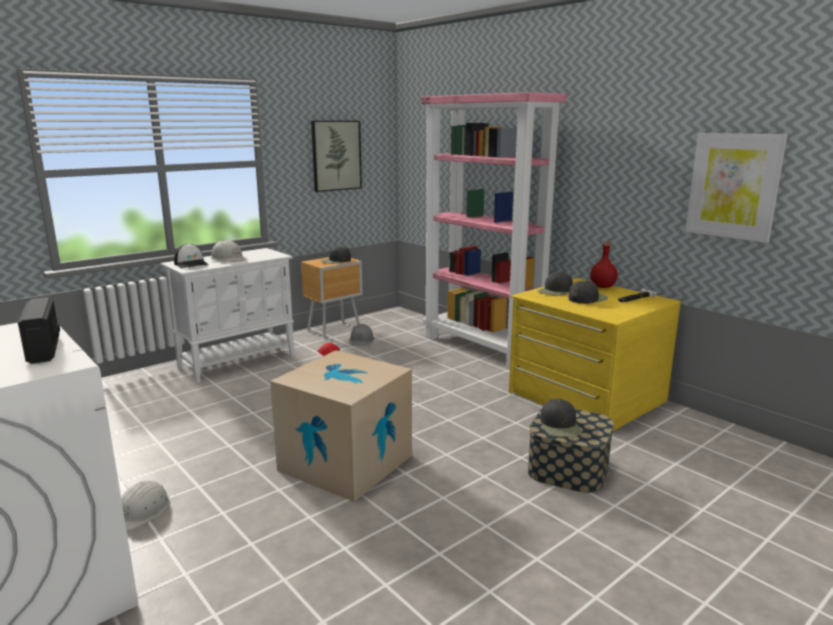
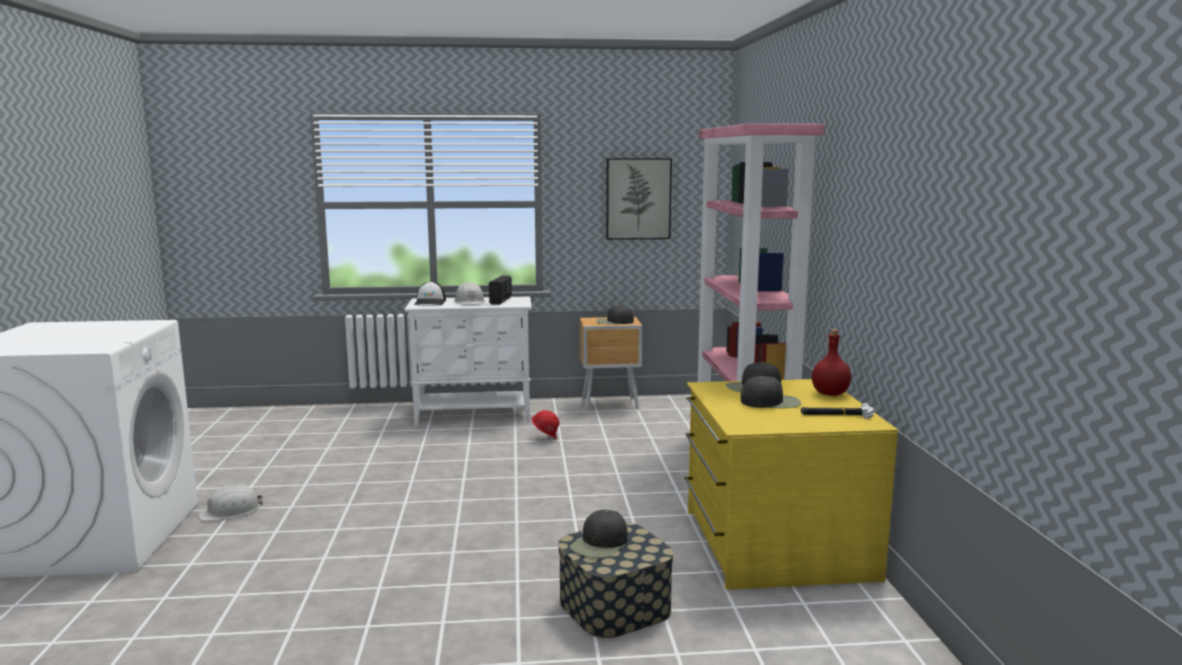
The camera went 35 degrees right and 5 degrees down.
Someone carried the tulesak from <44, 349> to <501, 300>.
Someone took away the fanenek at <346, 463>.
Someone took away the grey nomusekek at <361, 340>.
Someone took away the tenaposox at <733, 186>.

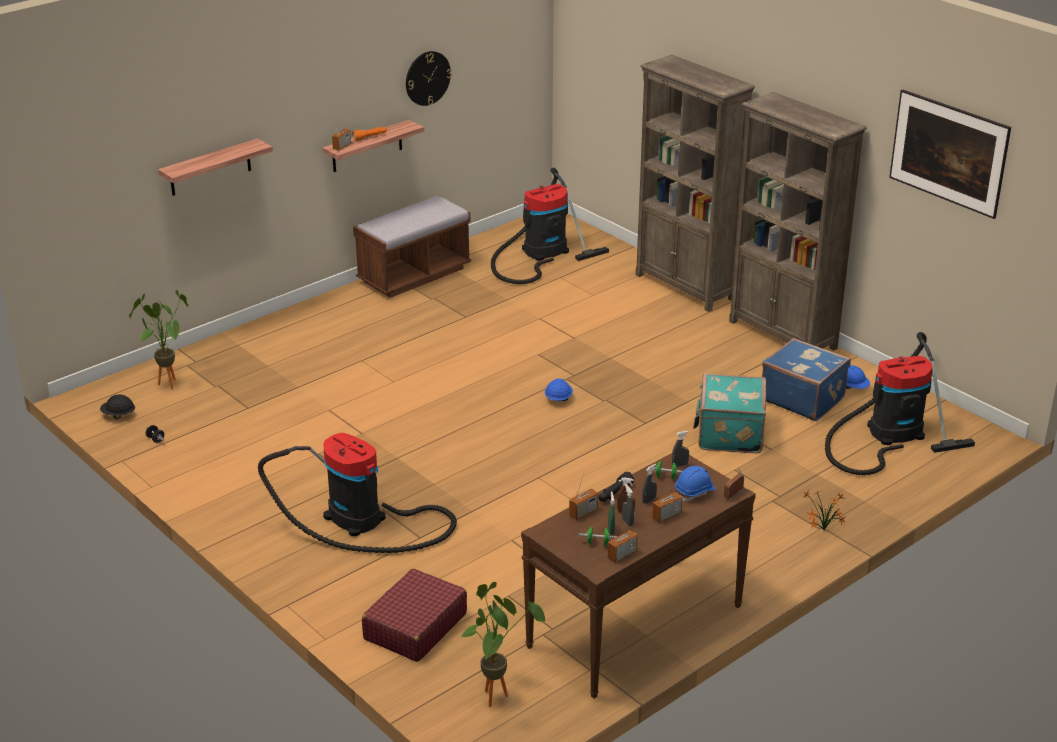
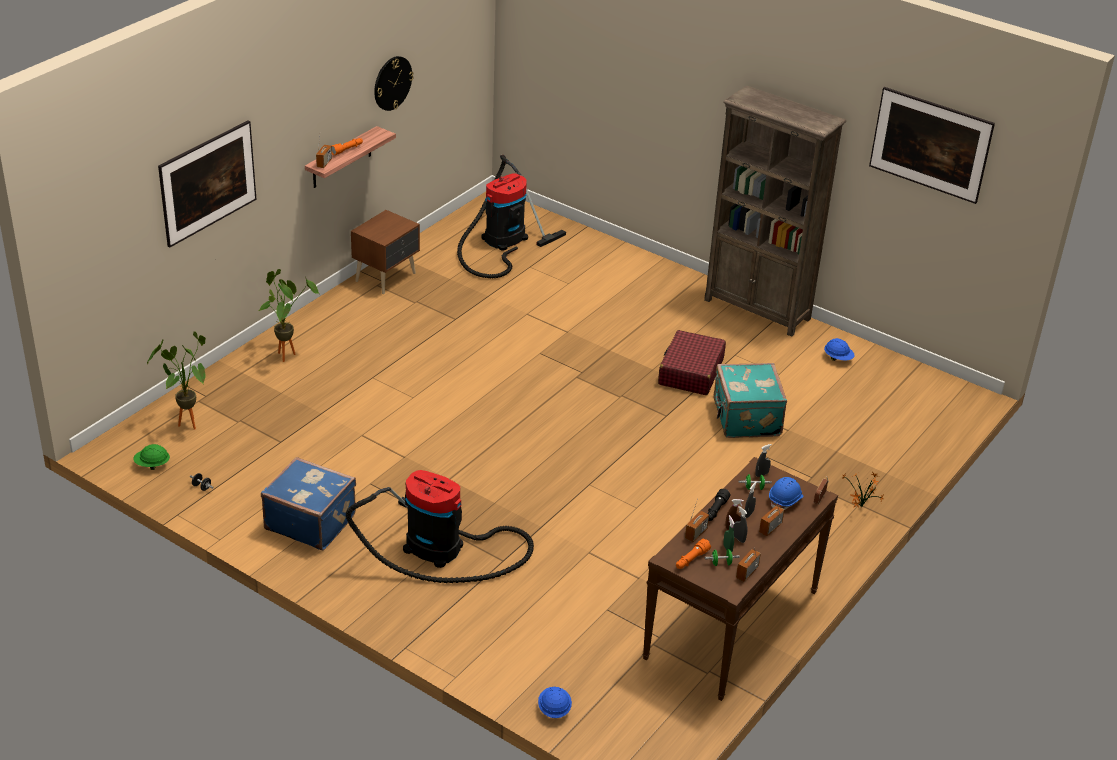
The camera went 15 degrees left and 5 degrees up.
Someone repainted the black nomusekek at <118, 415>, which became the green nomusekek at <152, 465>.
Someone swapped the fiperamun at <210, 168> for the tenaposox at <210, 202>.
Someone carried the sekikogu from <498, 694> to <288, 353>.
Someone carried the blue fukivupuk from <802, 398> to <311, 521>.
Someone swapped the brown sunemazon at <414, 275> for the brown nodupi at <387, 277>.
Someone carried the blue nomusekek from <558, 399> to <554, 709>.
Someone carried the red fukivupuk from <415, 626> to <690, 372>.
Someone put down the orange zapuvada at <691, 560>.
Someone took away the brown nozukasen at <685, 287>.
Someone took away the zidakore at <890, 434>.

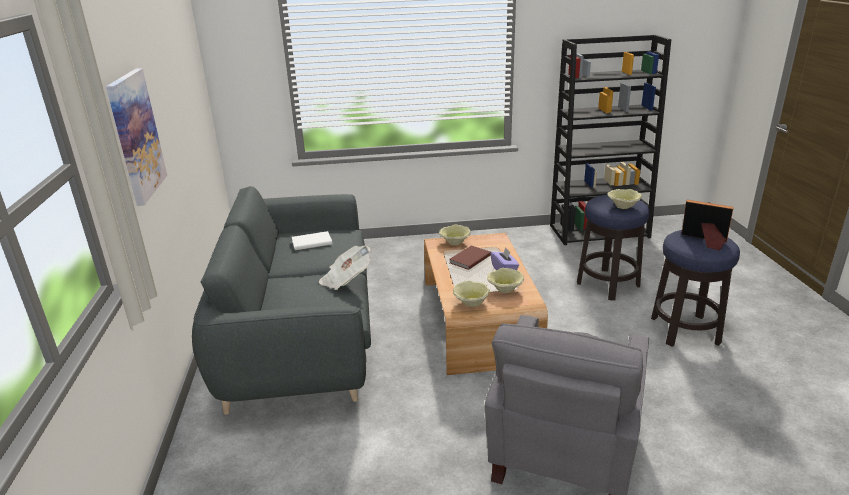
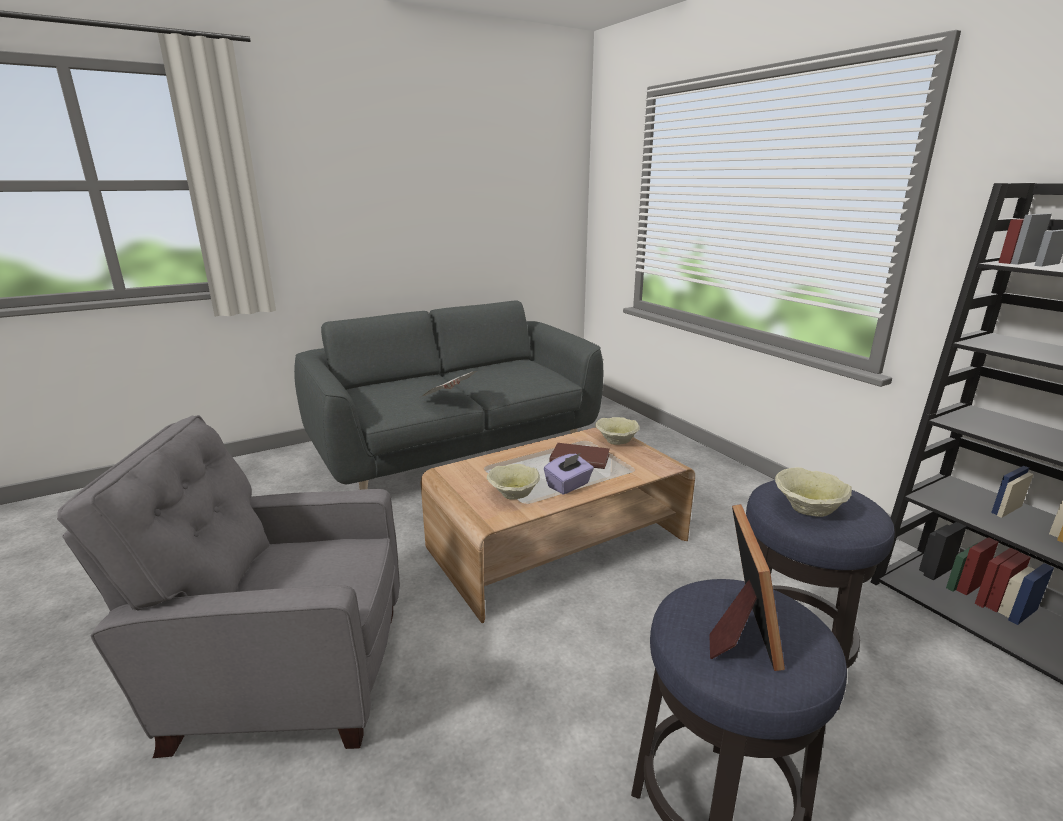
The camera went 65 degrees right and 5 degrees down.
Someone took away the tenaposox at <136, 135>.
Someone took away the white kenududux at <311, 242>.
Someone took away the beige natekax at <471, 302>.

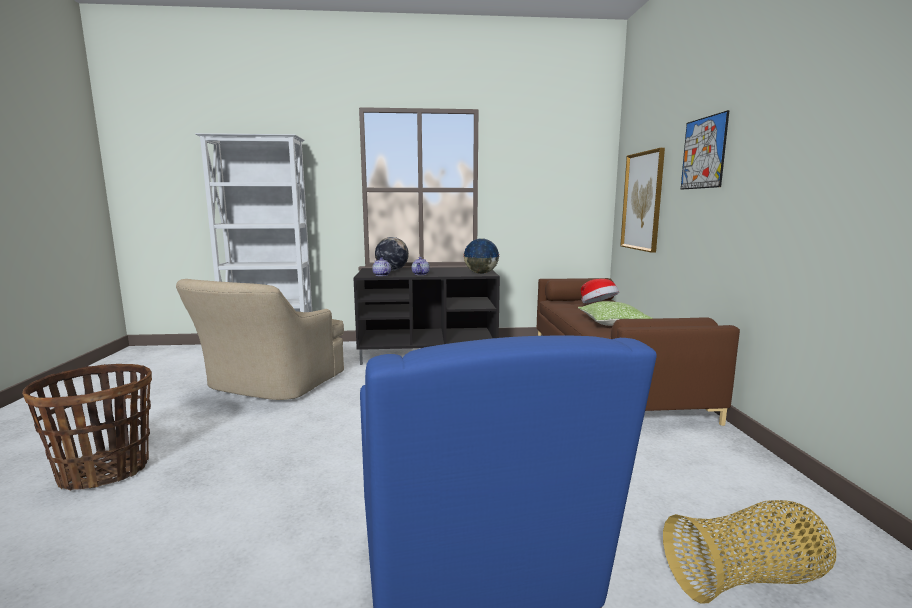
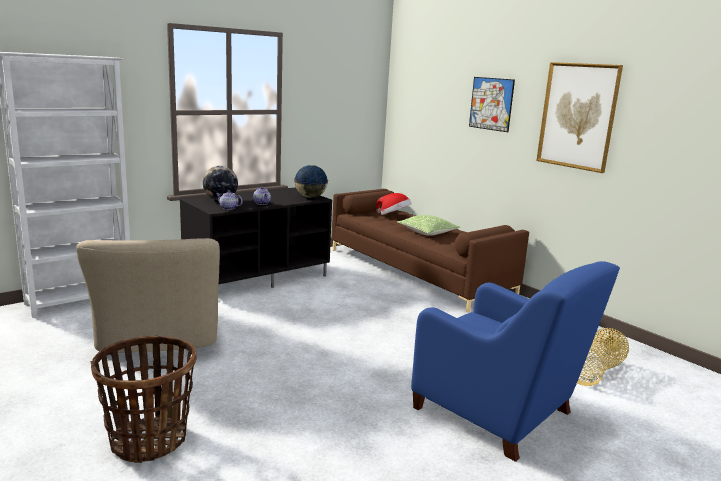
The camera went 35 degrees left and 5 degrees up.
Someone carried the tenaposox from <642, 201> to <578, 116>.

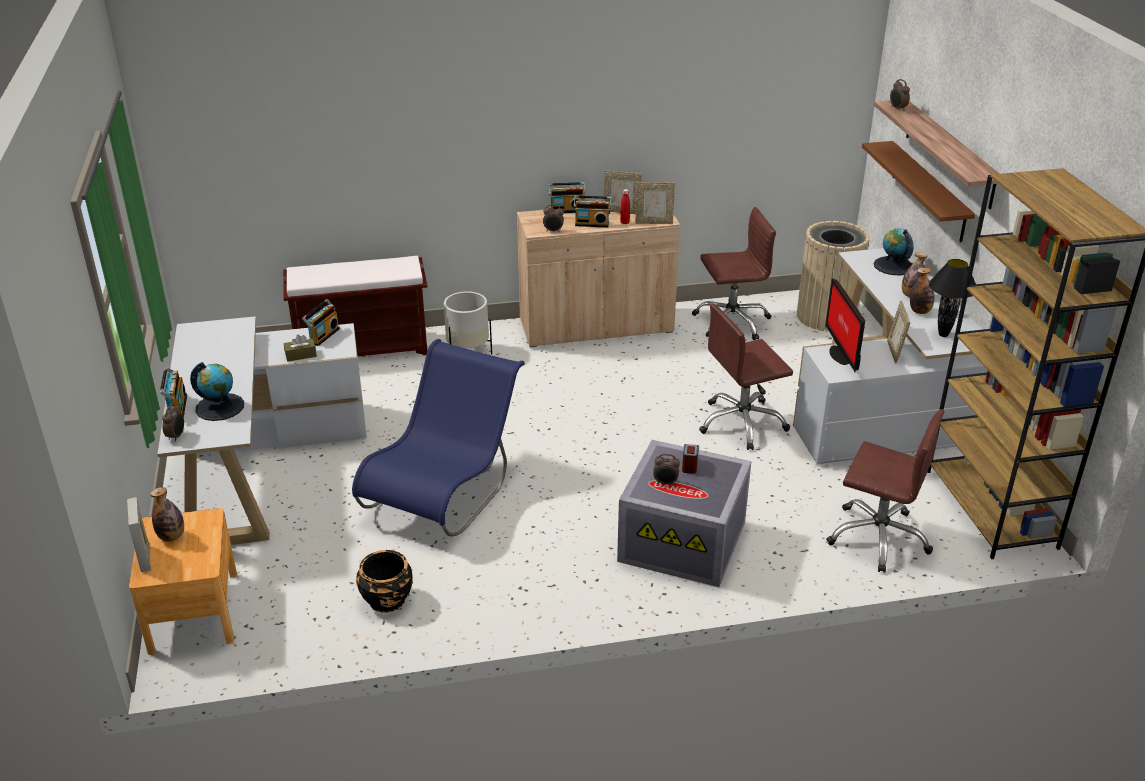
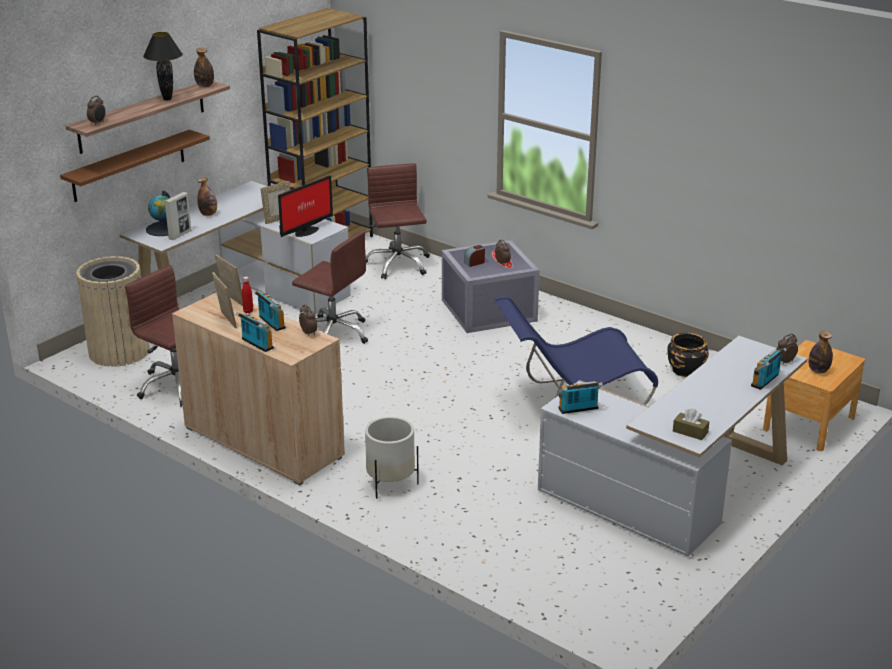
The camera went 130 degrees left and 5 degrees down.
Someone carried the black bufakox from <943, 335> to <167, 99>.
Someone carried the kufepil from <145, 558> to <180, 235>.
Someone carried the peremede from <920, 311> to <205, 86>.
Someone carried the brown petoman from <301, 355> to <690, 432>.
Someone took away the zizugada at <220, 407>.
Someone took away the brown sunemazon at <363, 349>.

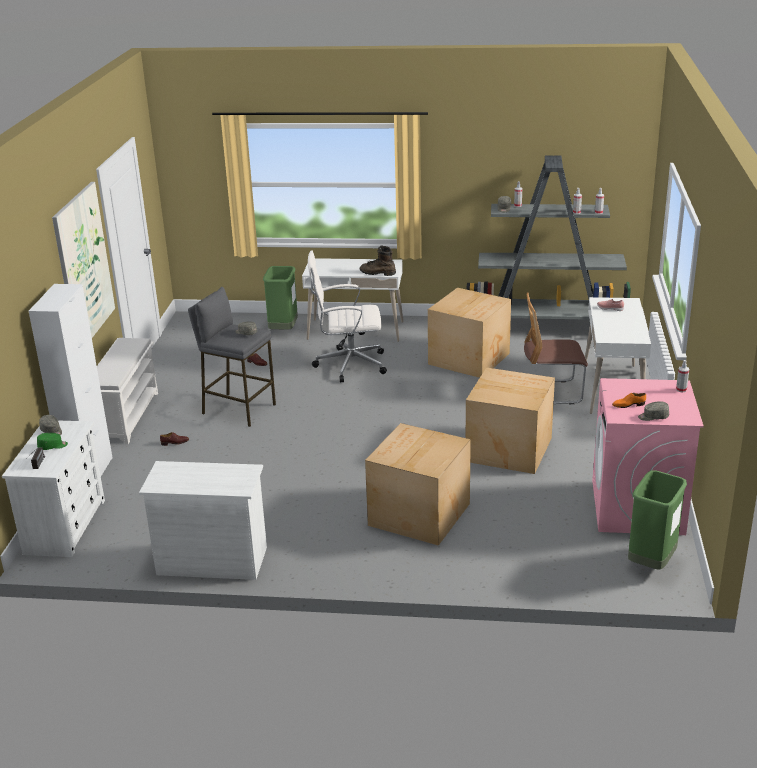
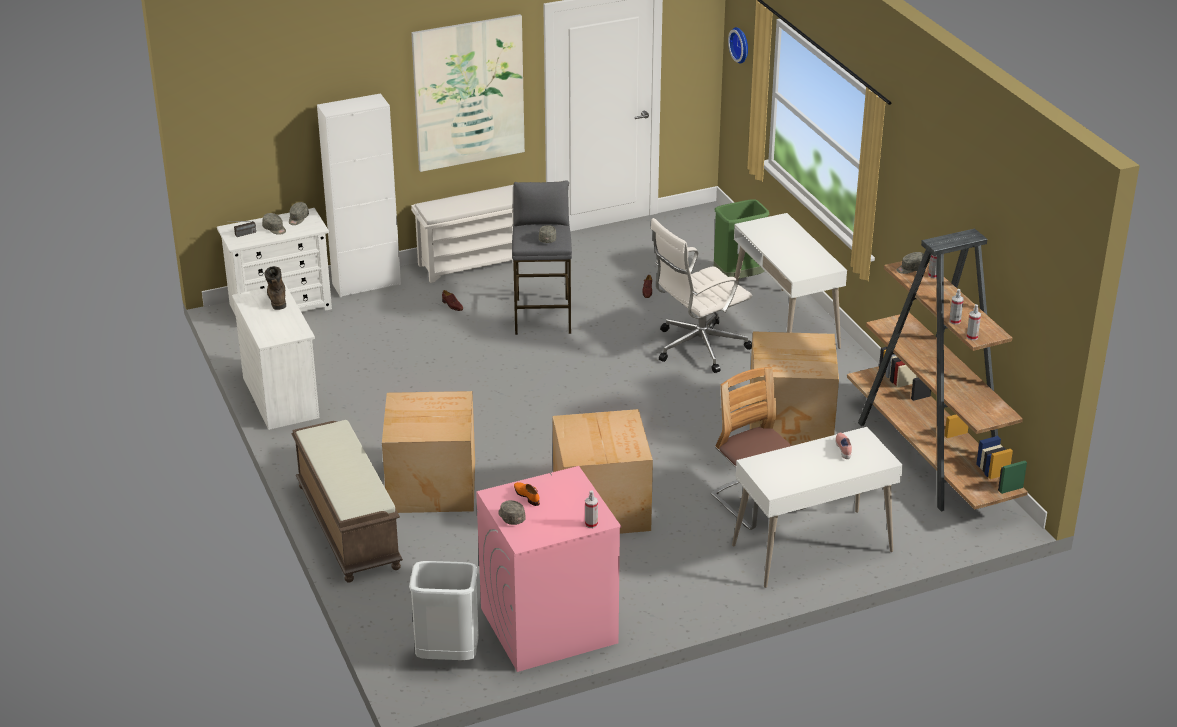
The camera went 60 degrees right and 5 degrees up.
Someone repainted the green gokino at <53, 446>, which became the grey gokino at <274, 229>.
Someone carried the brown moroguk from <377, 273> to <277, 298>.
Someone put down the brown sunemazon at <347, 526>.
Someone repainted the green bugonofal at <651, 563>, which became the white bugonofal at <447, 657>.
Someone rotated the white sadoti at <348, 364> by 90 degrees counterclockwise.
Someone put up the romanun at <741, 44>.
Someone repainted the grey nozukasen at <547, 329>, which became the brown nozukasen at <930, 459>.

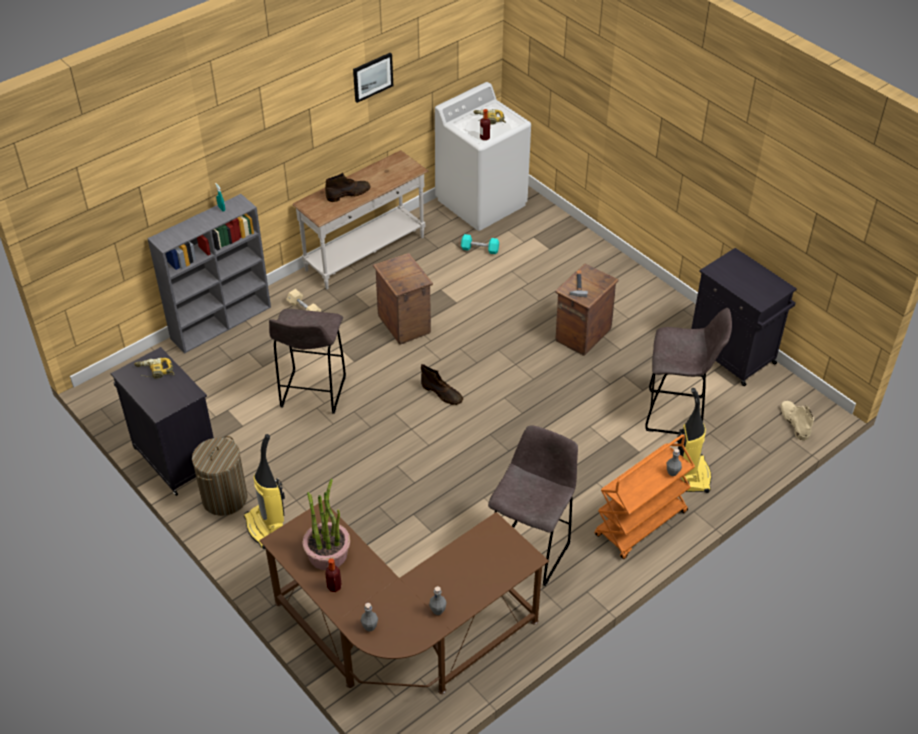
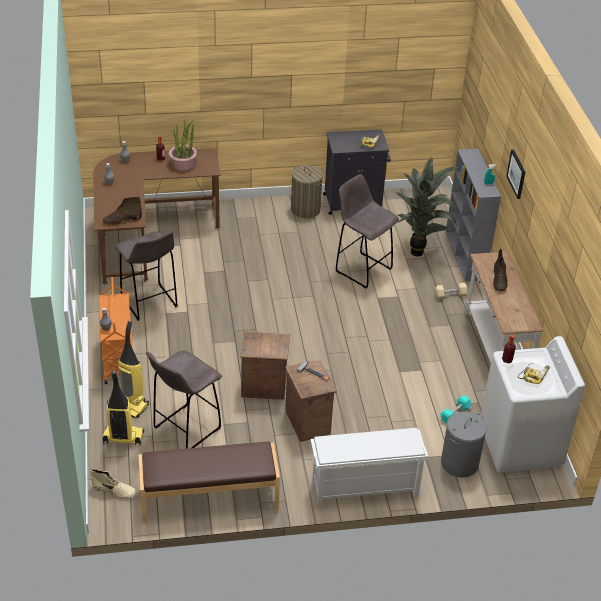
The camera went 120 degrees right and 5 degrees down.
Someone carried the zidakore from <266, 527> to <122, 438>.
Someone carried the brown moroguk from <442, 393> to <122, 220>.
Someone swapped the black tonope at <732, 355> for the brown sunemazon at <209, 498>.
Someone carried the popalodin from <404, 324> to <264, 388>.
Someone put down the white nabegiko at <364, 488>.
Someone put down the sekikogu at <419, 251>.
Someone put down the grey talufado at <459, 463>.
Someone carried the tenaposox from <372, 77> to <517, 174>.

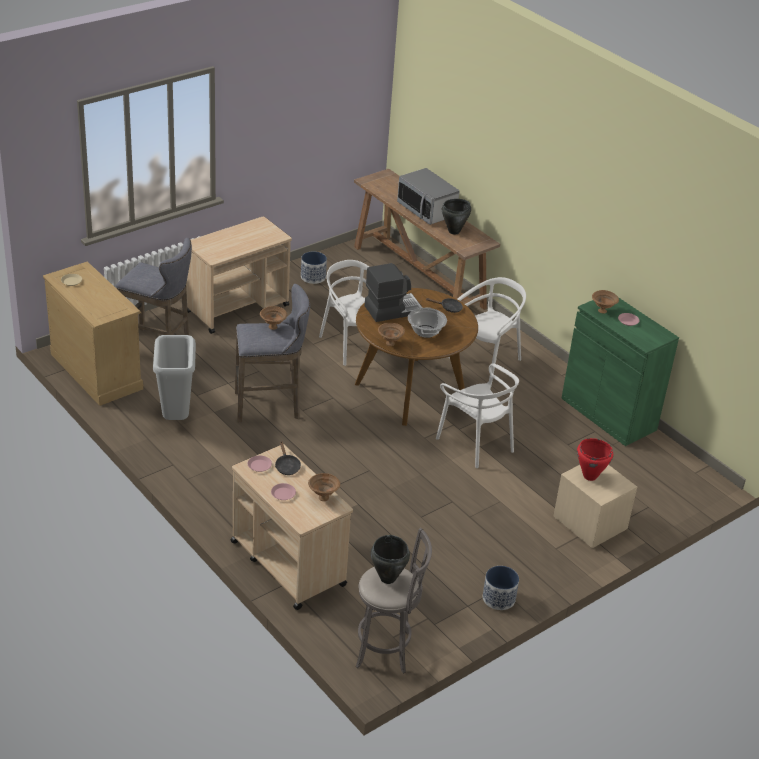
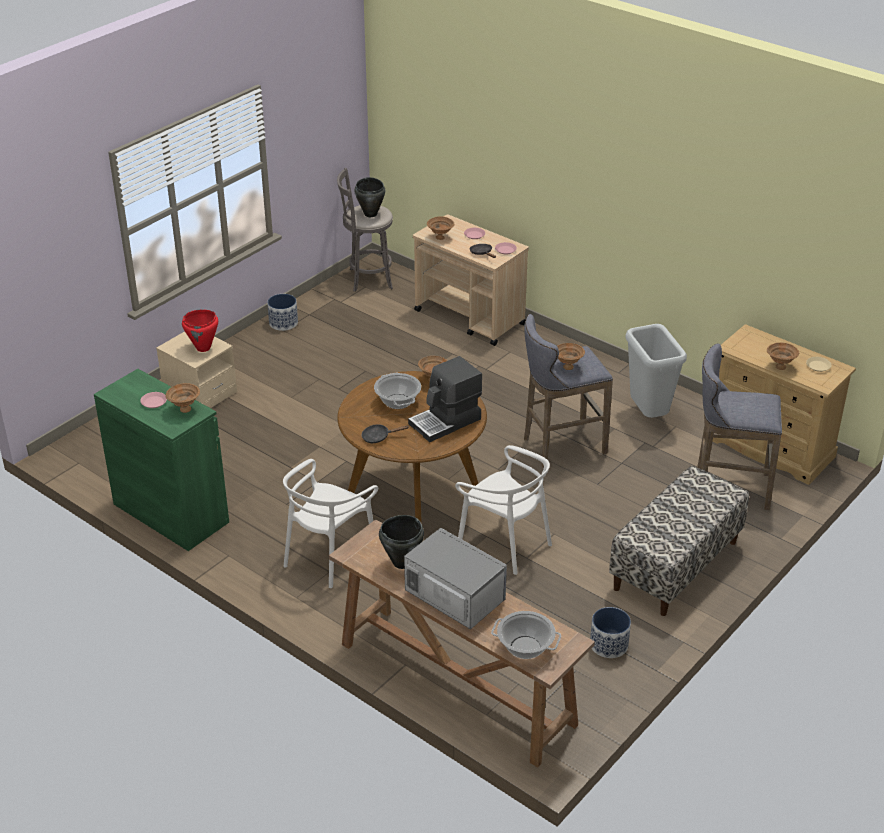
The camera went 170 degrees right and 0 degrees up.
Someone put down the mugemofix at <525, 648>.
Someone swapped the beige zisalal at <238, 308> for the sunemazon at <676, 566>.
Someone put down the brown natekax at <779, 367>.
Someone took away the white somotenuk at <476, 443>.

